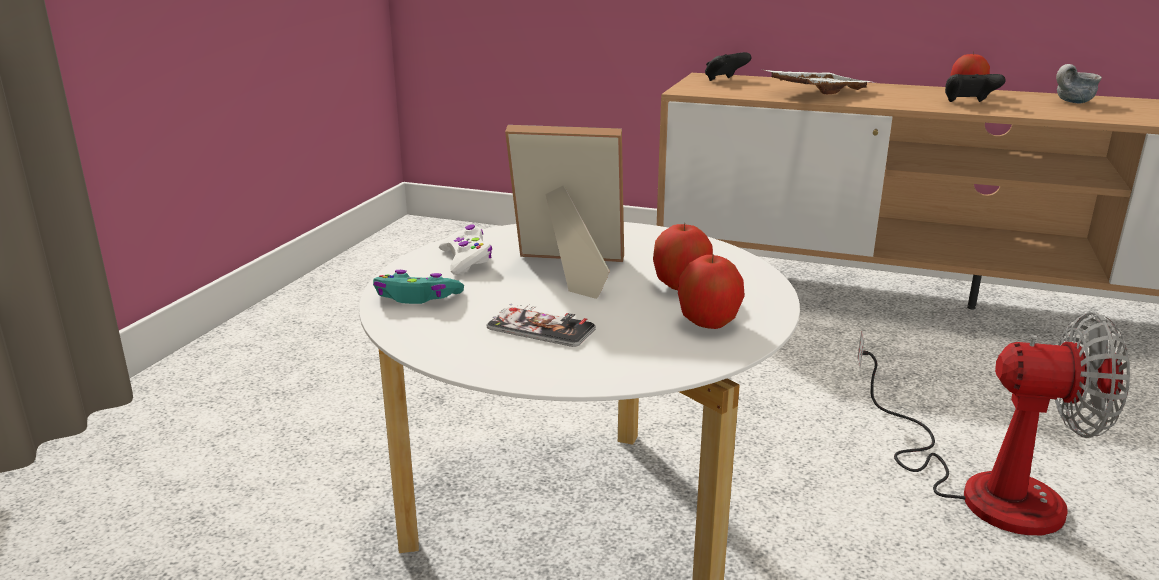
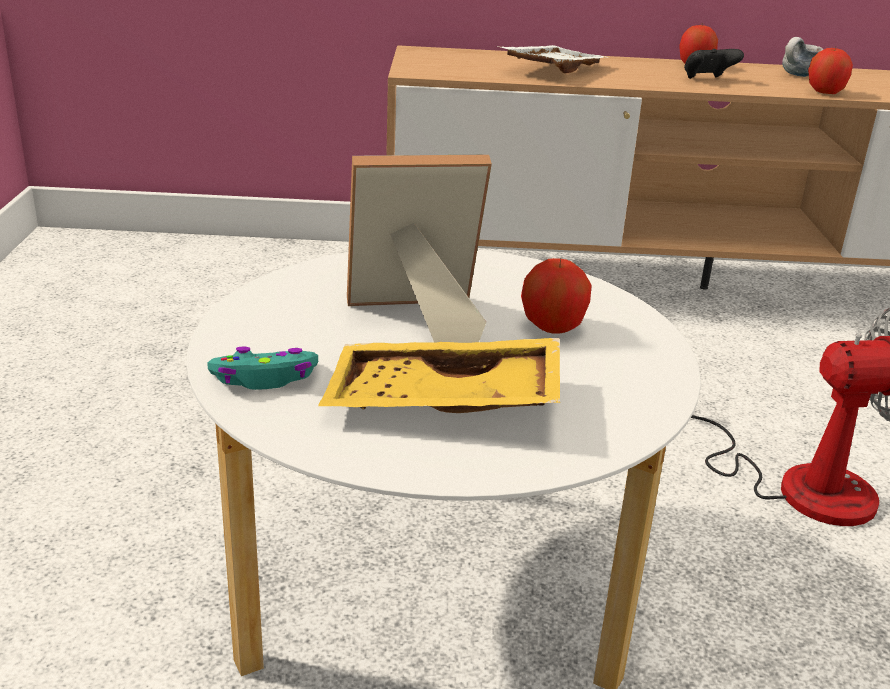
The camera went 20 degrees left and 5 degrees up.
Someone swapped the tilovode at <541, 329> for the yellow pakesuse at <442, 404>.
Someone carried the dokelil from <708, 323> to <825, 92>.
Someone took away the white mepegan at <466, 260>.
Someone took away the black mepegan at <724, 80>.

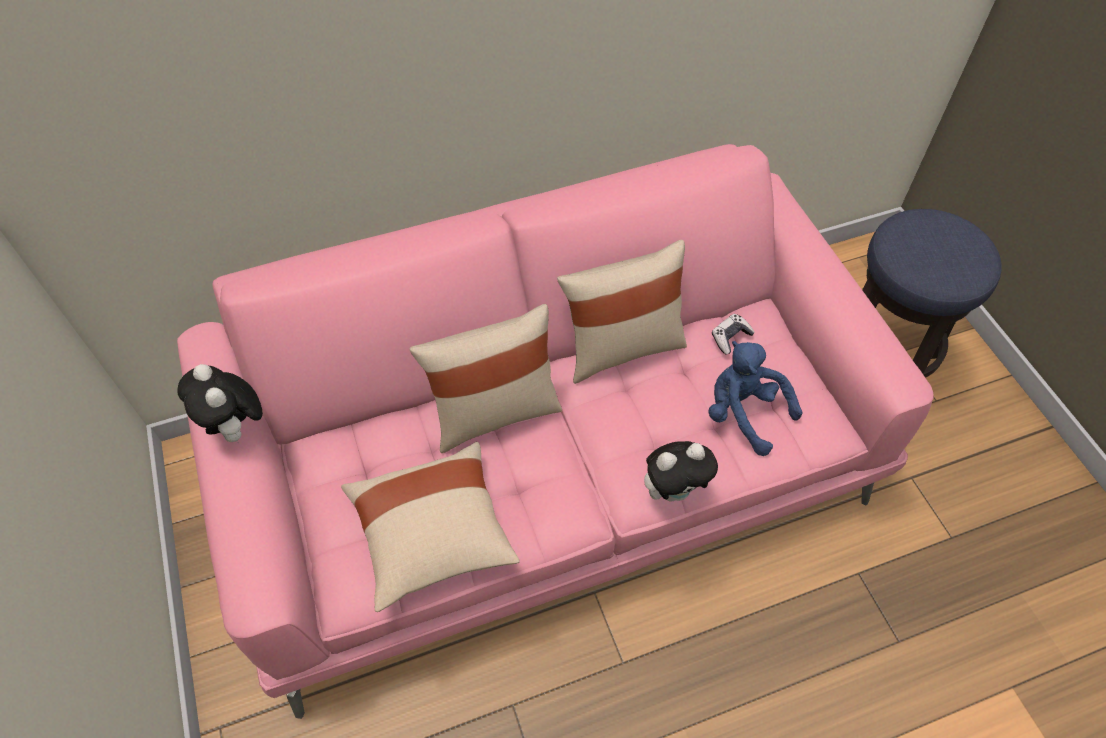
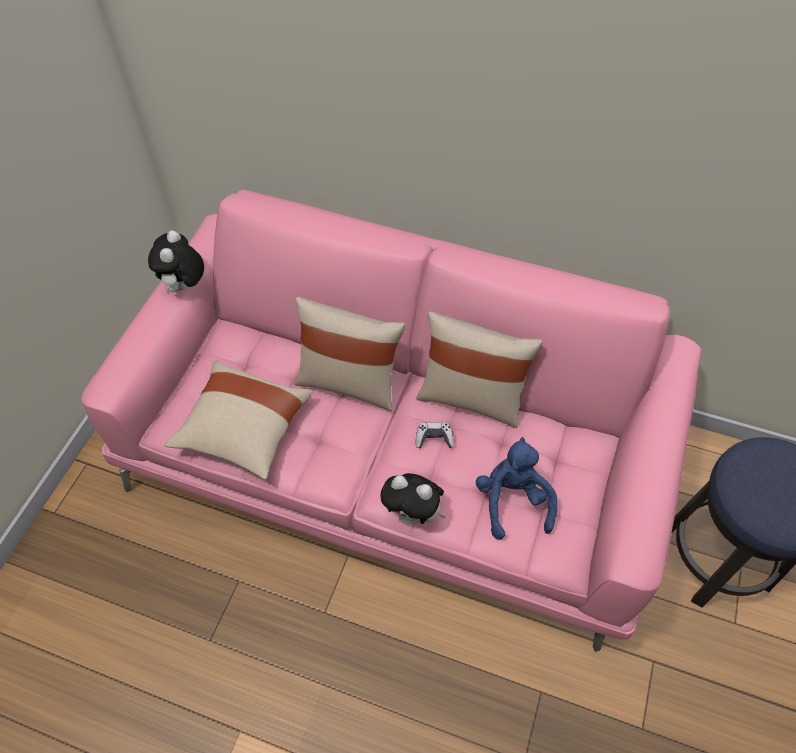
The camera went 40 degrees right and 0 degrees up.
Someone carried the mepegan from <730, 337> to <434, 438>.

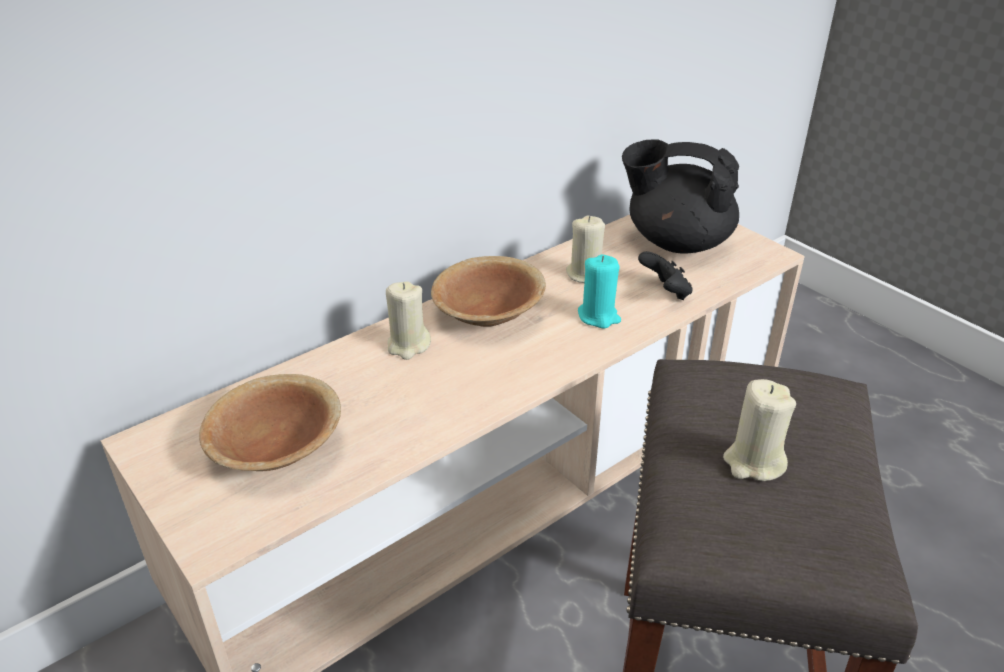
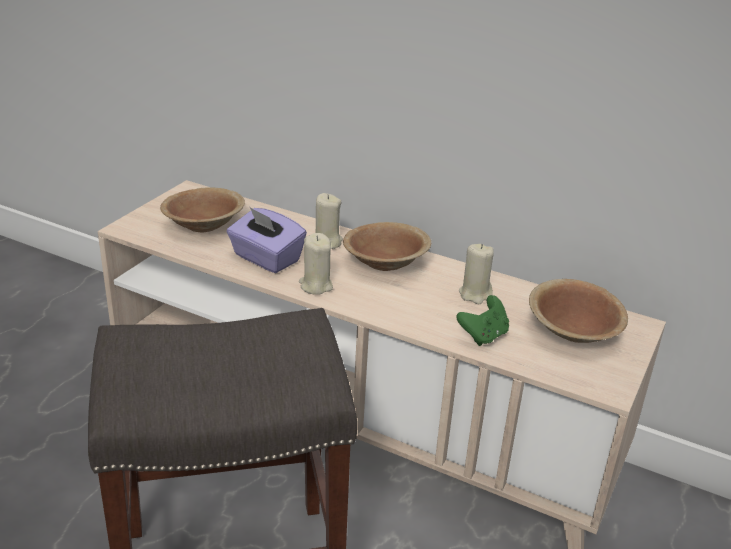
The camera went 65 degrees right and 5 degrees down.
Someone put down the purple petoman at <266, 258>.
Someone carried the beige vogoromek from <753, 462> to <315, 286>.
Someone repainted the black mepegan at <665, 292>, which became the green mepegan at <483, 336>.
Someone swapped the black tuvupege at <676, 242> for the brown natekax at <573, 331>.
Someone took away the turquoise vogoromek at <598, 316>.

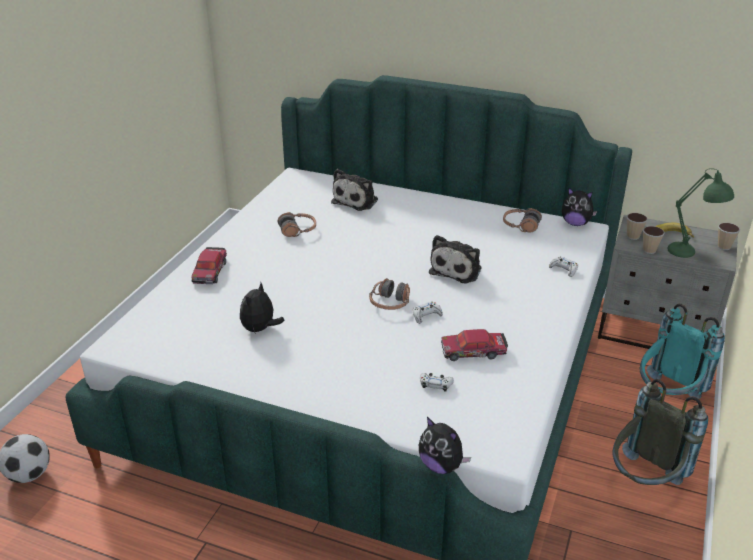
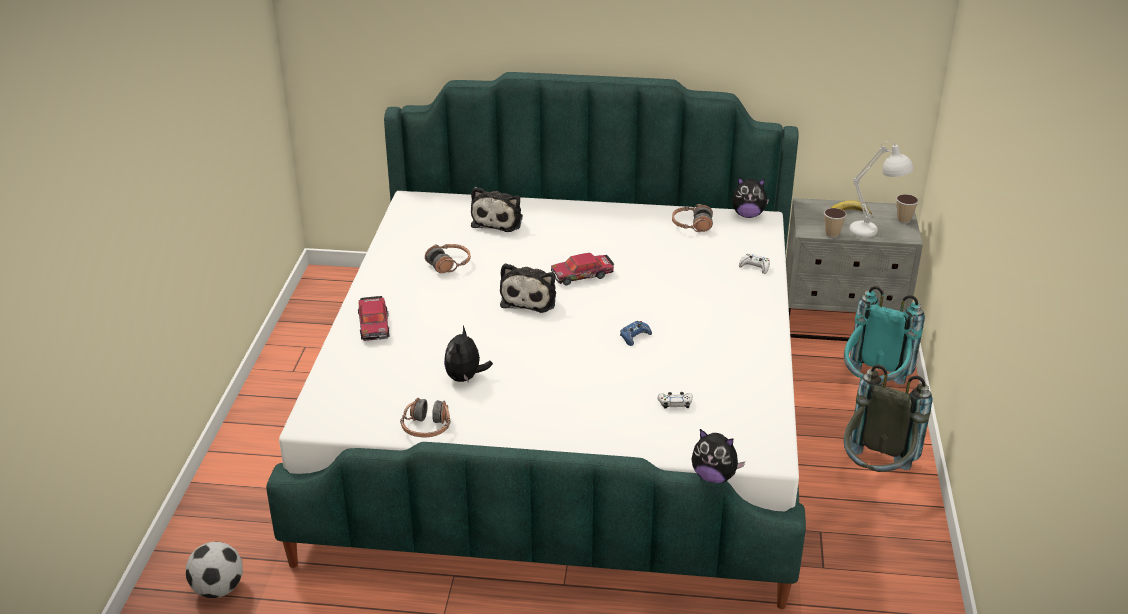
The camera went 15 degrees left and 0 degrees up.
Someone carried the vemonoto from <390, 303> to <427, 428>.
Someone carried the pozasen from <457, 269> to <530, 298>.
Someone carried the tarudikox from <473, 351> to <582, 275>.
Someone repainted the white mepegan at <426, 315>, which became the blue mepegan at <634, 336>.
Someone repainted the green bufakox at <691, 255>, which became the white bufakox at <875, 233>.
Someone took away the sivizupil at <633, 236>.

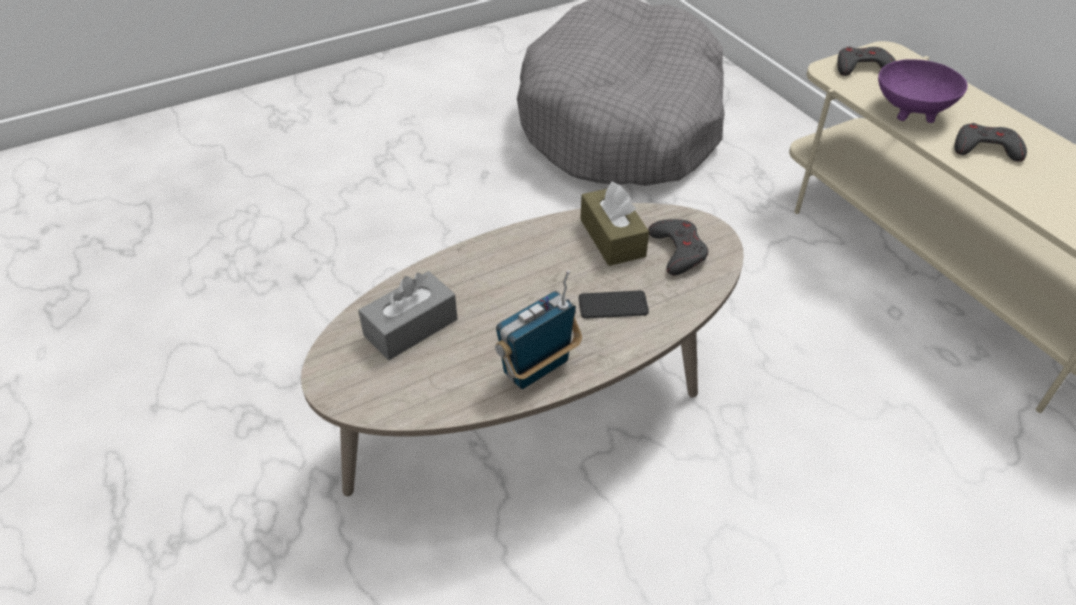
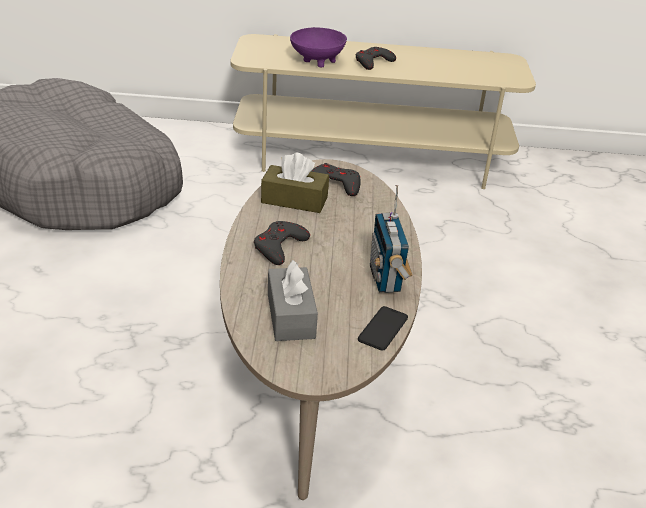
The camera went 60 degrees left and 10 degrees down.
Someone carried the grey mepegan from <862, 67> to <279, 247>.
Someone carried the tilovode from <613, 305> to <383, 328>.

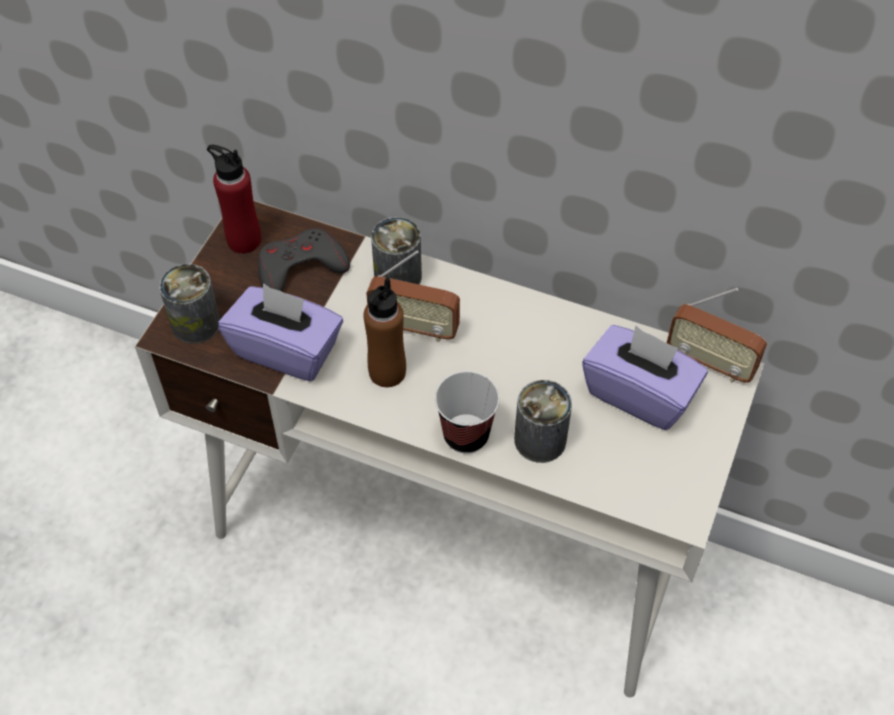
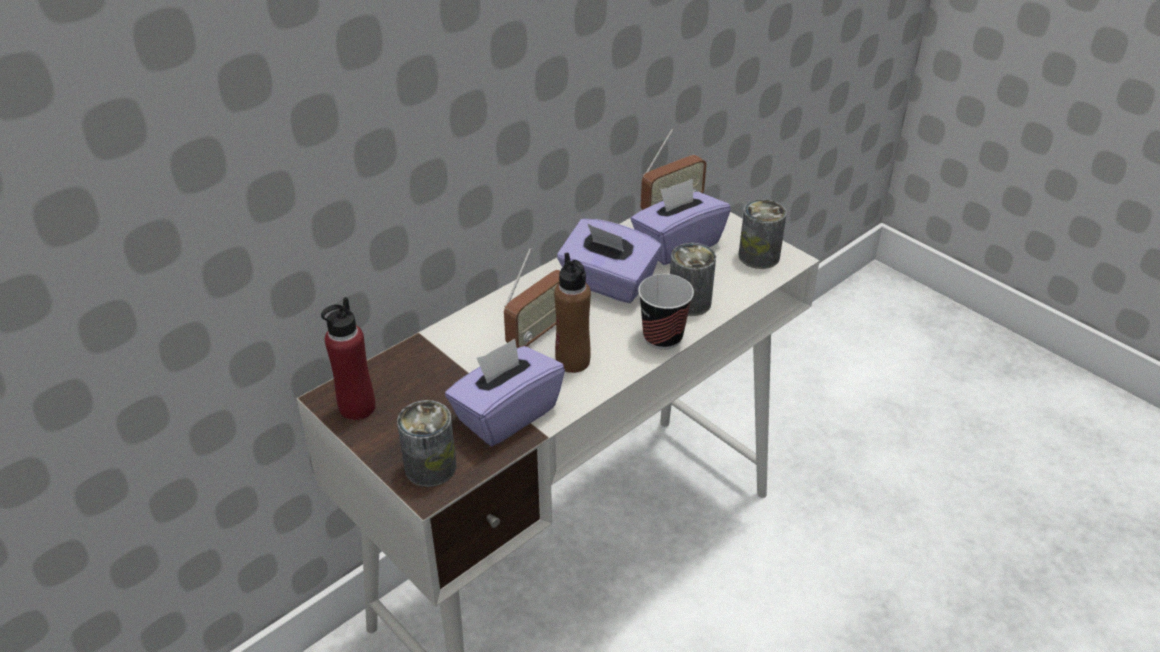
The camera went 65 degrees left and 15 degrees down.
Someone put down the purple petoman at <608, 283>.
Someone carried the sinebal from <397, 276> to <759, 256>.
Someone took away the grey mepegan at <300, 267>.

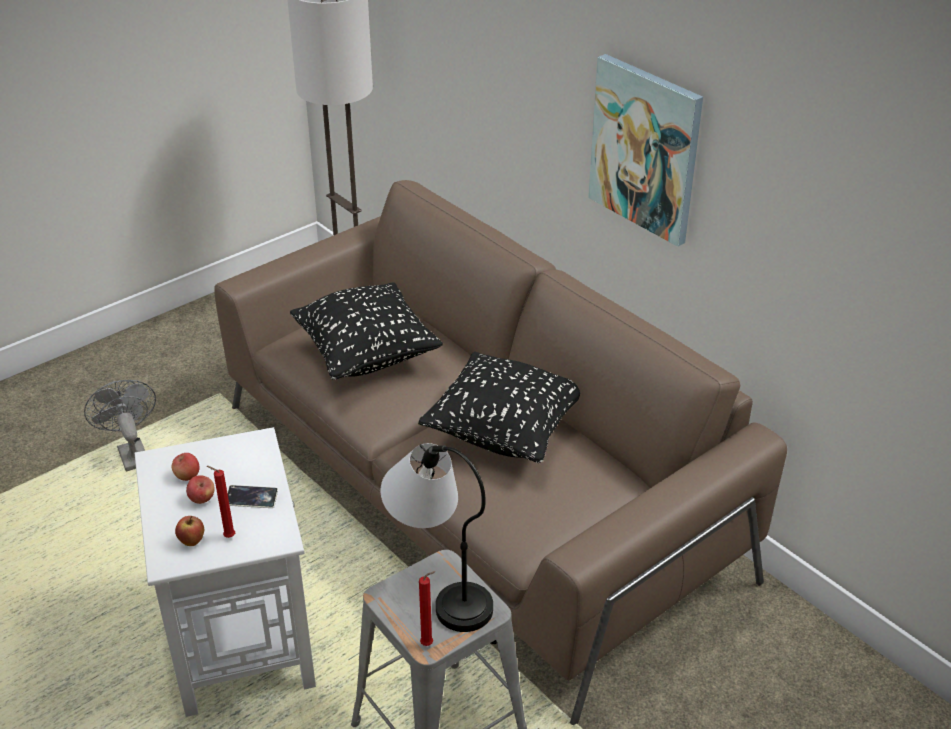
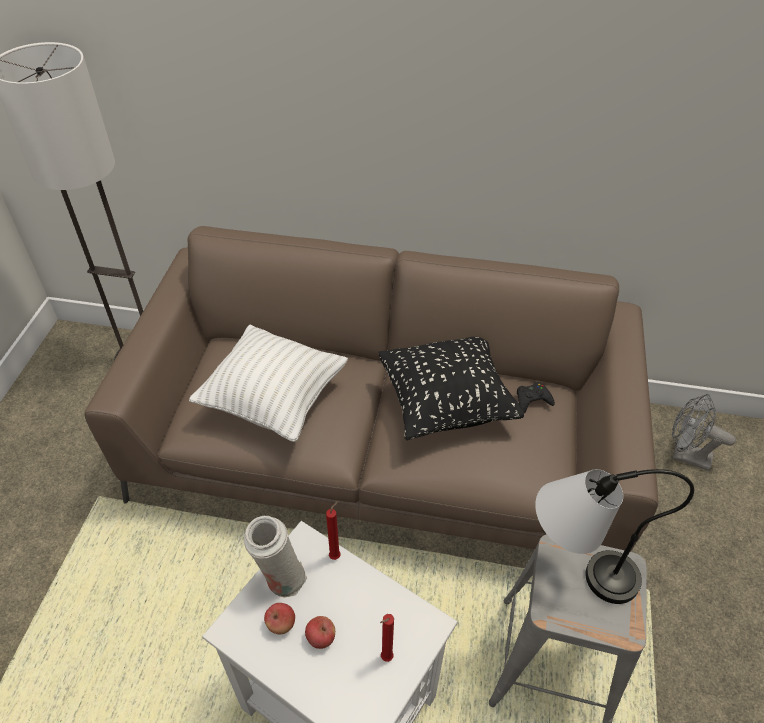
The camera went 40 degrees left and 10 degrees up.
Someone repainted the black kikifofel at <366, 355>, which became the white kikifofel at <274, 400>.
Someone put down the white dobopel at <281, 580>.
Someone carried the red vogoromek from <429, 644> to <336, 555>.
Someone put down the black mepegan at <532, 400>.
Someone carried the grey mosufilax from <131, 453> to <685, 455>.
Someone took away the dokelil at <192, 542>.
Someone took away the tilovode at <252, 499>.
Someone took away the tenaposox at <645, 149>.

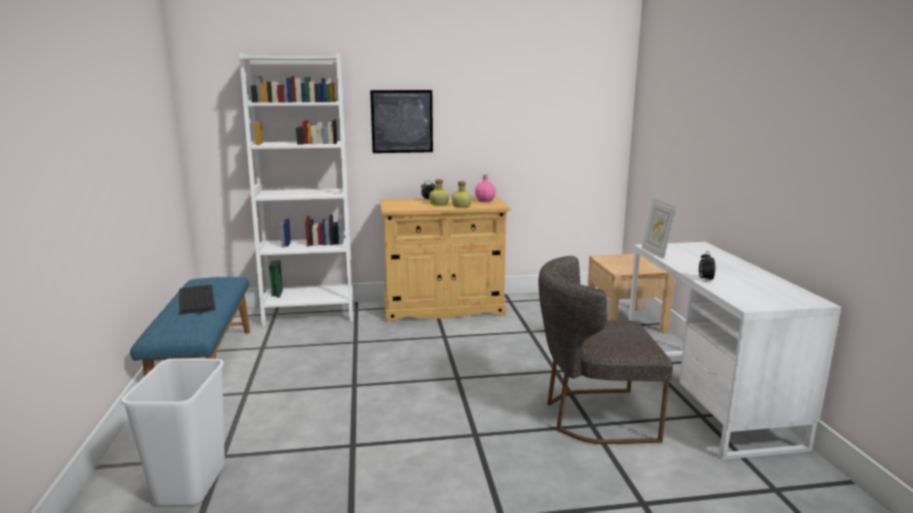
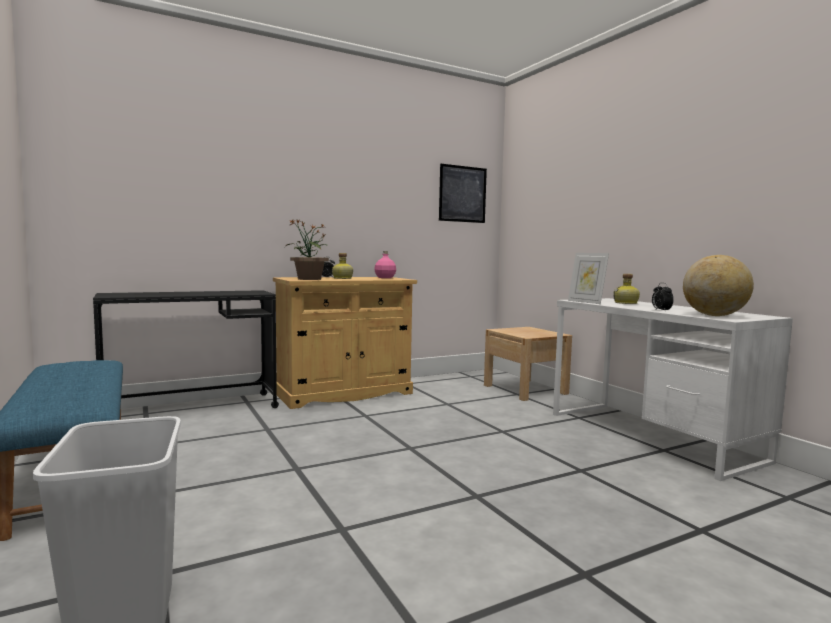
The camera went 20 degrees left and 10 degrees down.
Someone swapped the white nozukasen at <309, 314> for the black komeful at <192, 410>.
Someone put down the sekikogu at <309, 279>.
Someone carried the tenaposox from <402, 121> to <462, 194>.
Someone carried the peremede from <461, 206> to <626, 303>.
Someone put down the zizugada at <714, 315>.
Someone took away the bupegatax at <196, 298>.
Someone took away the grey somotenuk at <593, 416>.

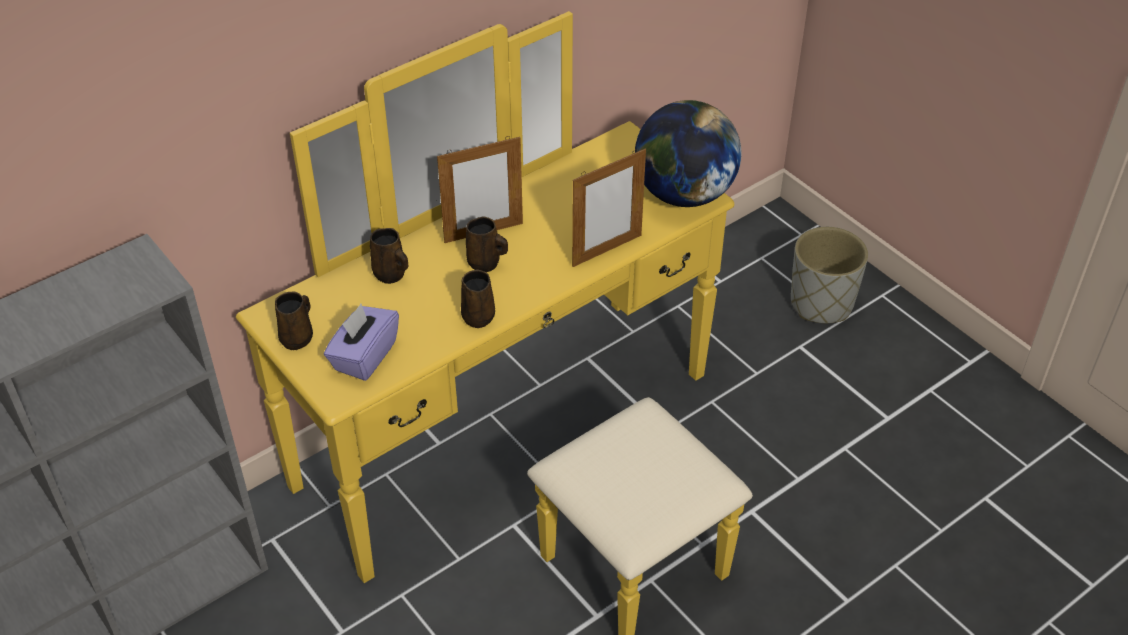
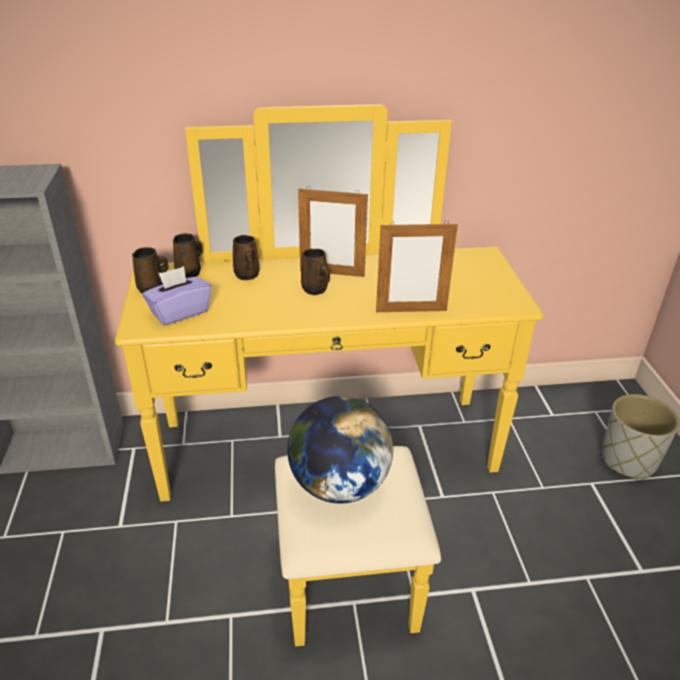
The camera went 30 degrees right and 10 degrees down.
Someone carried the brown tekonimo from <479, 316> to <189, 273>.
Someone carried the zizugada from <684, 194> to <339, 485>.

